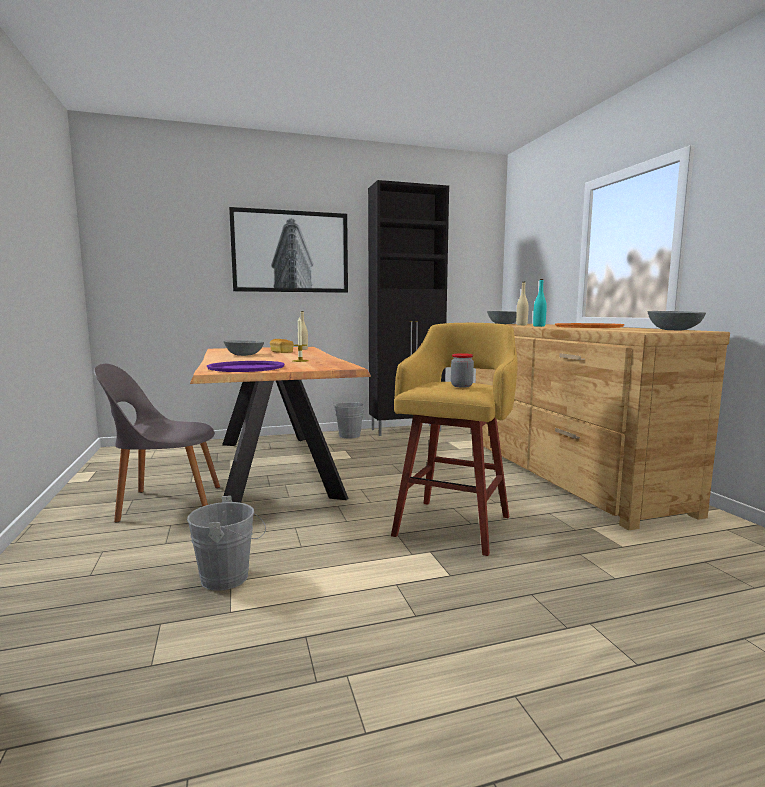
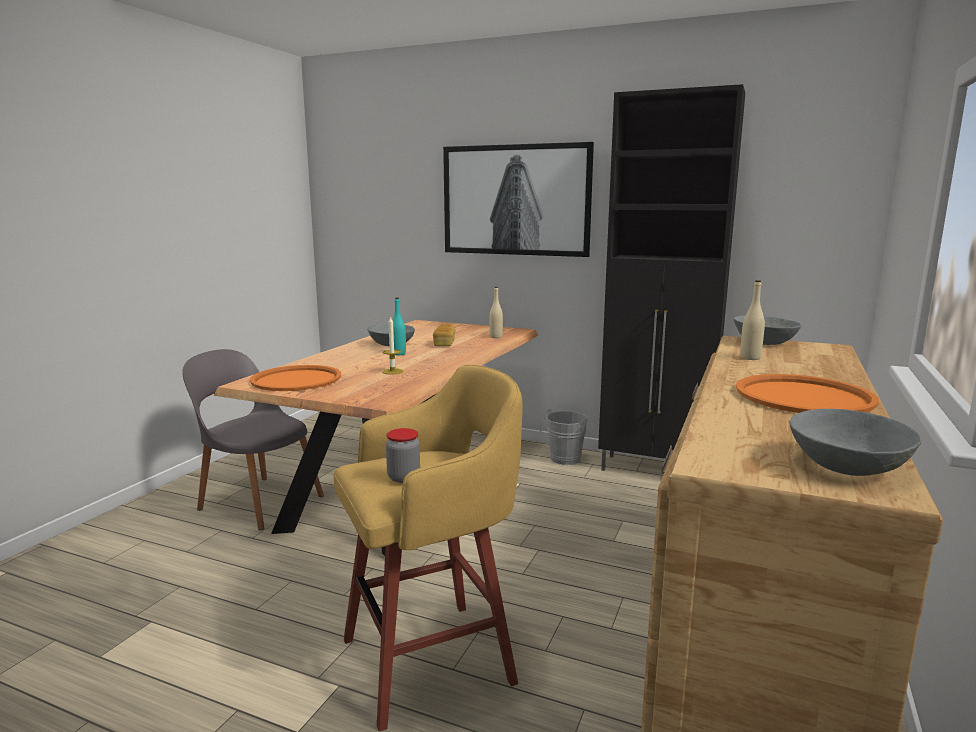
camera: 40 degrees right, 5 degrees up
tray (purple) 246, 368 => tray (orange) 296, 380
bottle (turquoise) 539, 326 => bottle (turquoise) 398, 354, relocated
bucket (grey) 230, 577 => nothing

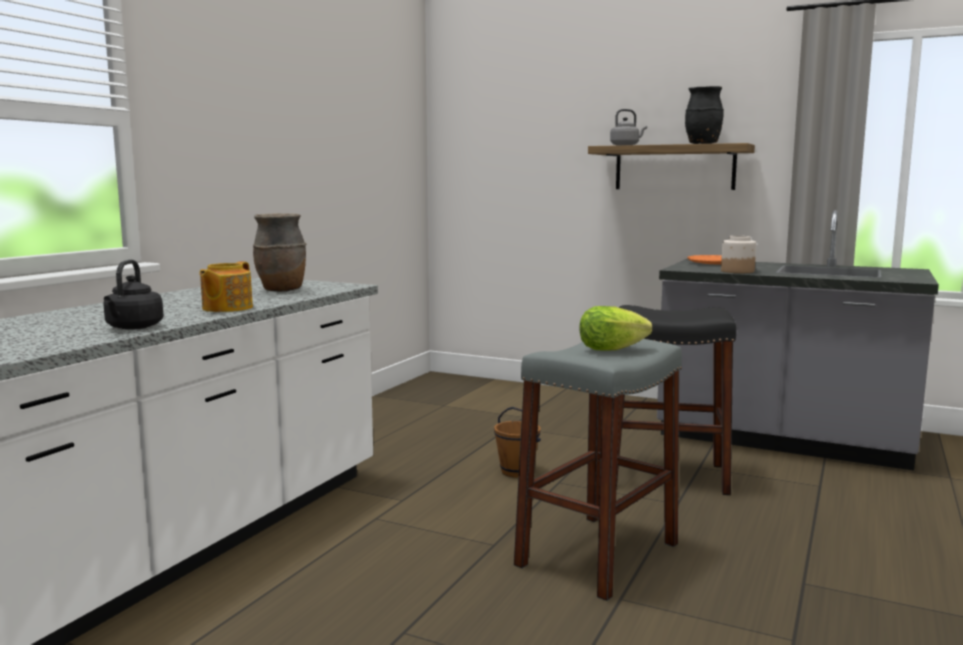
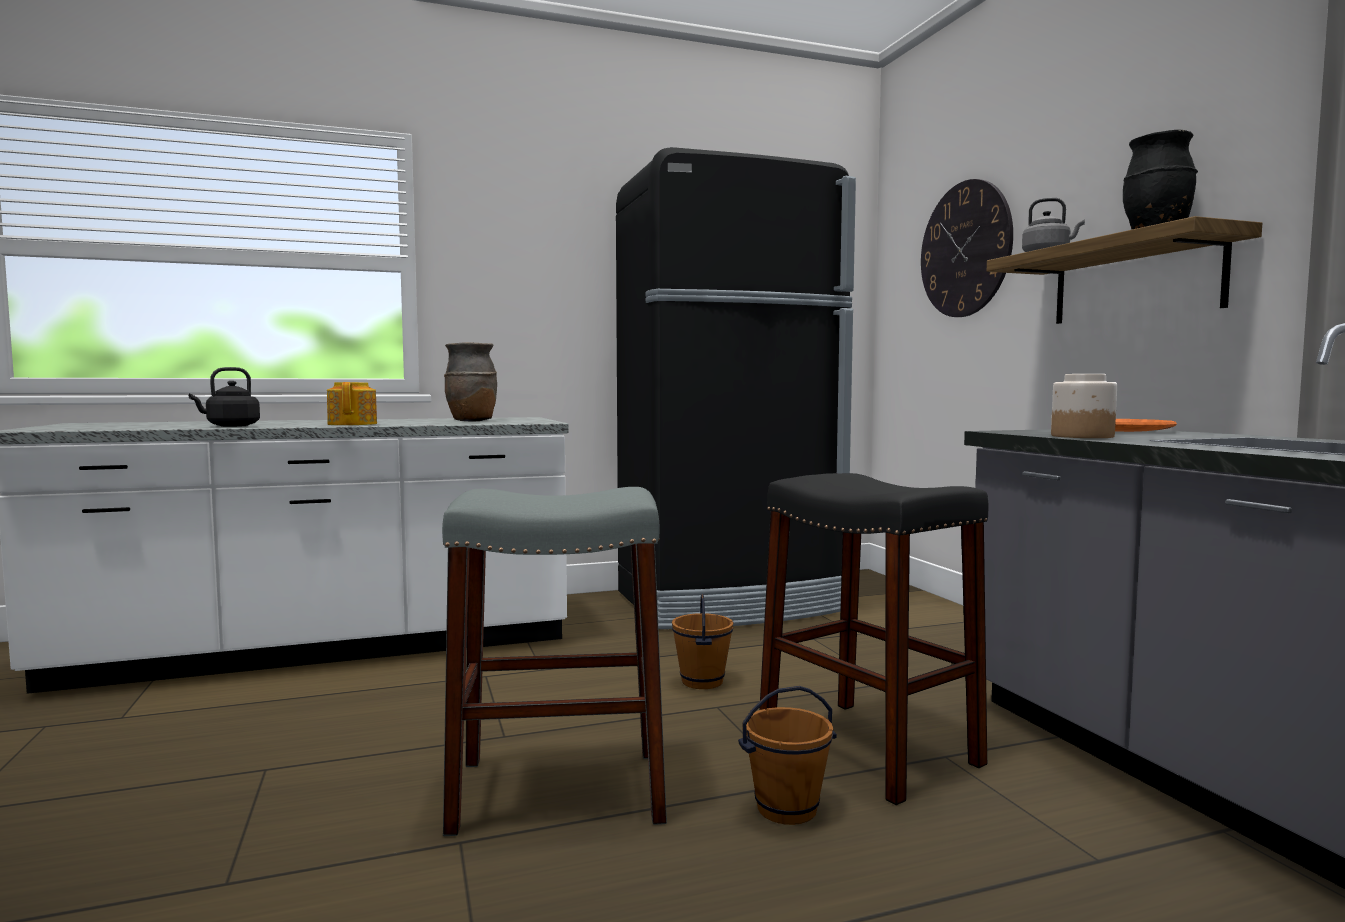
camera: 45 degrees right, 5 degrees down
teapot 226, 308 => teapot 353, 424, 105 degrees clockwise
nothing => fridge (black) 730, 603
nothing => bucket (brown) 787, 810
nothing => wall clock 965, 249
lettuce 610, 349 => nothing

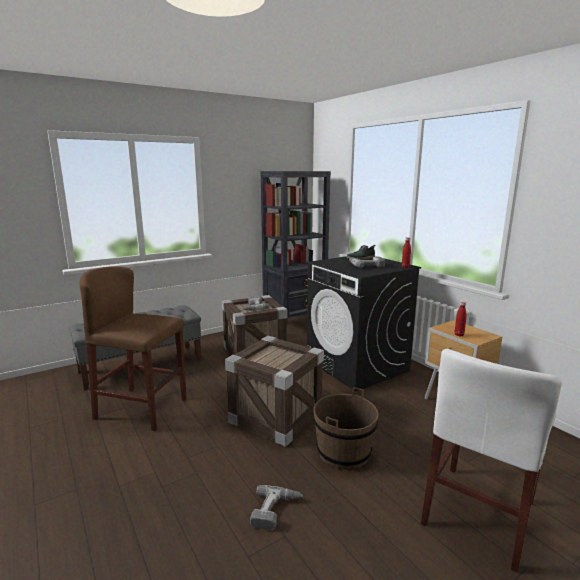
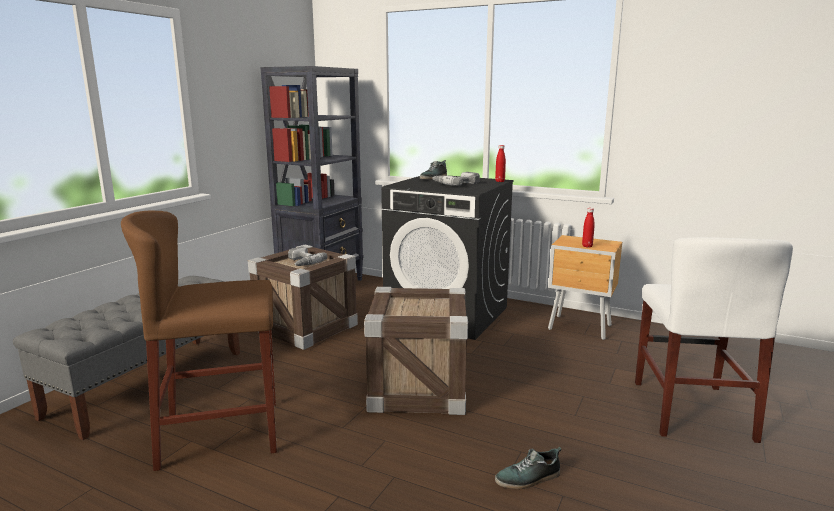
camera: 30 degrees left, 0 degrees up
power drill 276, 511 => shoe 528, 478
bucket (brown) 344, 452 => nothing

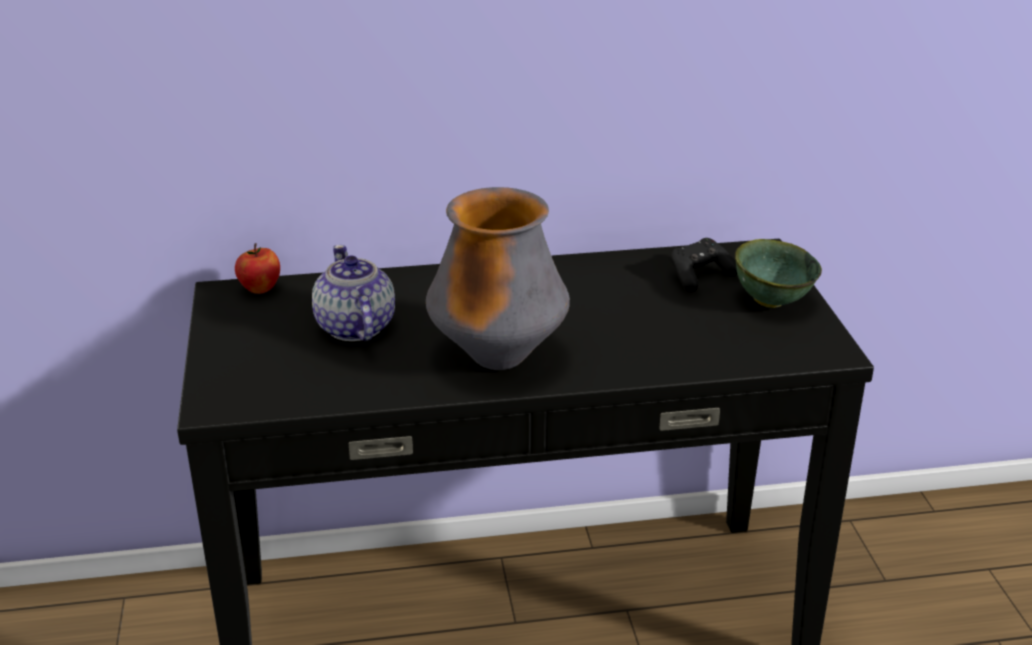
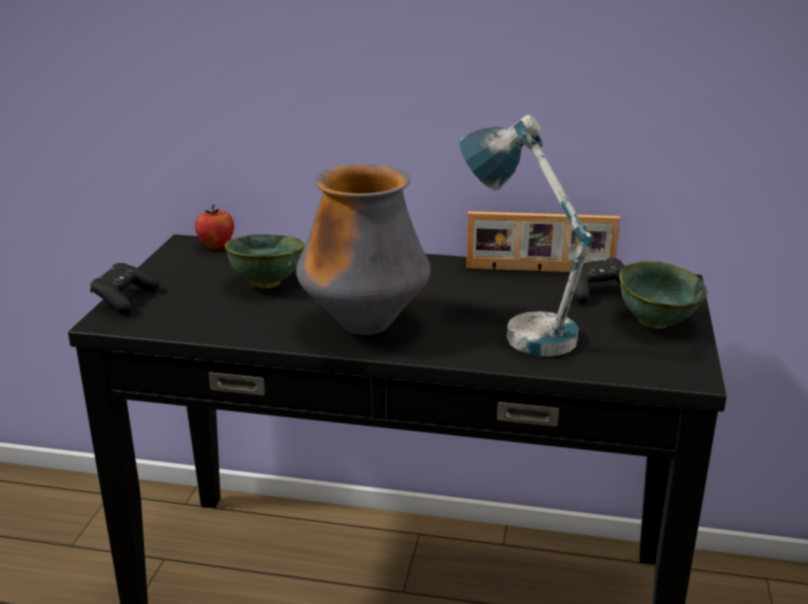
camera: 20 degrees right, 5 degrees down
nothing => game controller (black) 124, 300
teapot 354, 328 => bowl (green) 265, 284
nothing => table lamp 519, 327
nothing => picture frame 539, 270

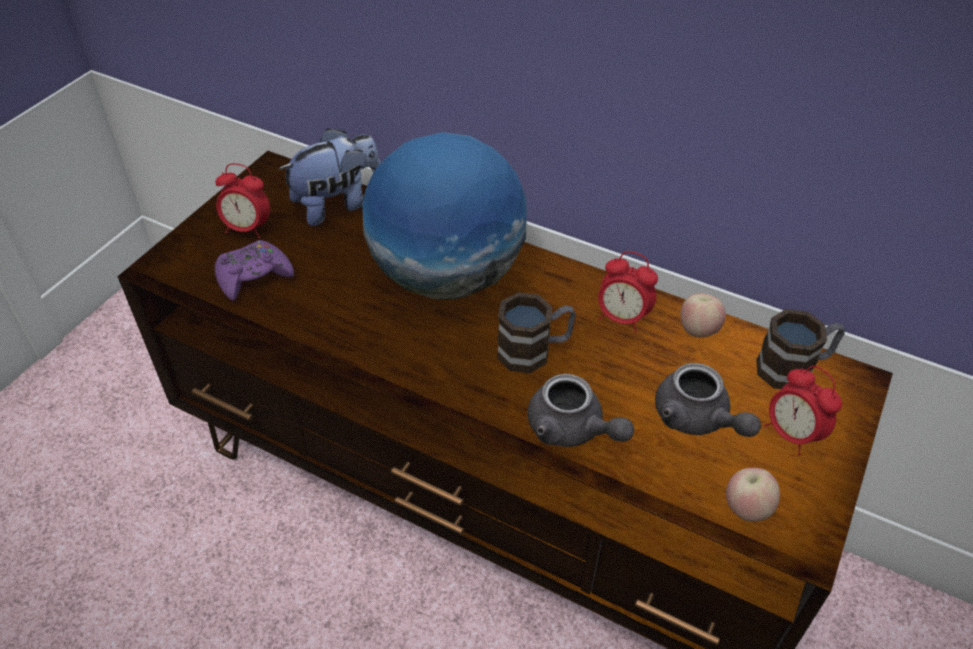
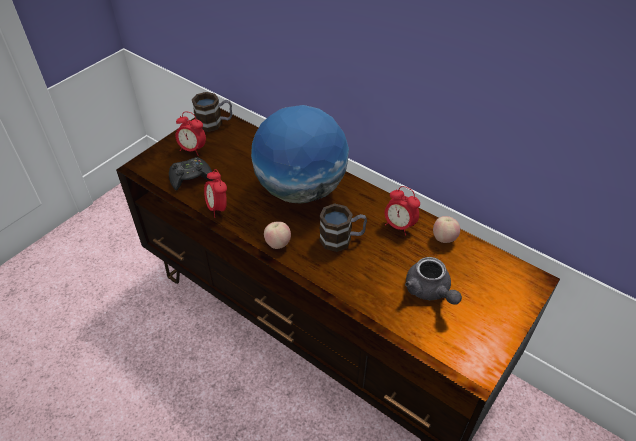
camera: 10 degrees right, 0 degrees up
game controller (purple) 253, 276 => game controller (black) 190, 177
mug 793, 368 => mug 215, 123, relocated
alarm clock 791, 434 => alarm clock 218, 208, relocated
apple 746, 509 => apple 278, 244, relocated
plush toy 337, 204 => nothing
teapot (grey) 572, 430 => nothing

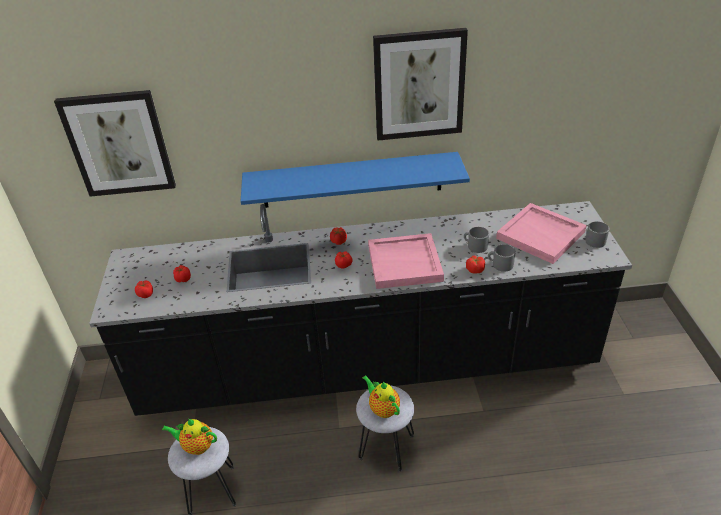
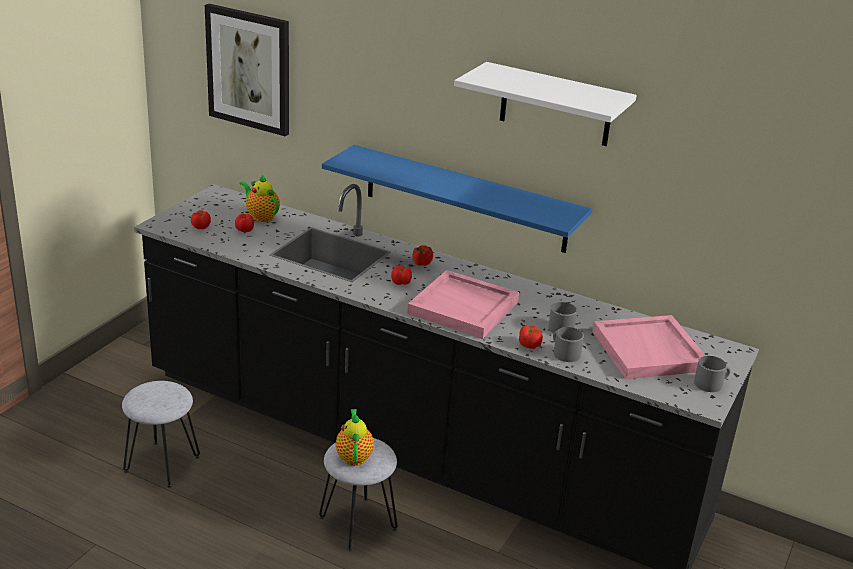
camera: 30 degrees right, 10 degrees down
teapot 196, 446 => teapot 261, 216, relocated
picture 419, 85 => shelf (white) 555, 105

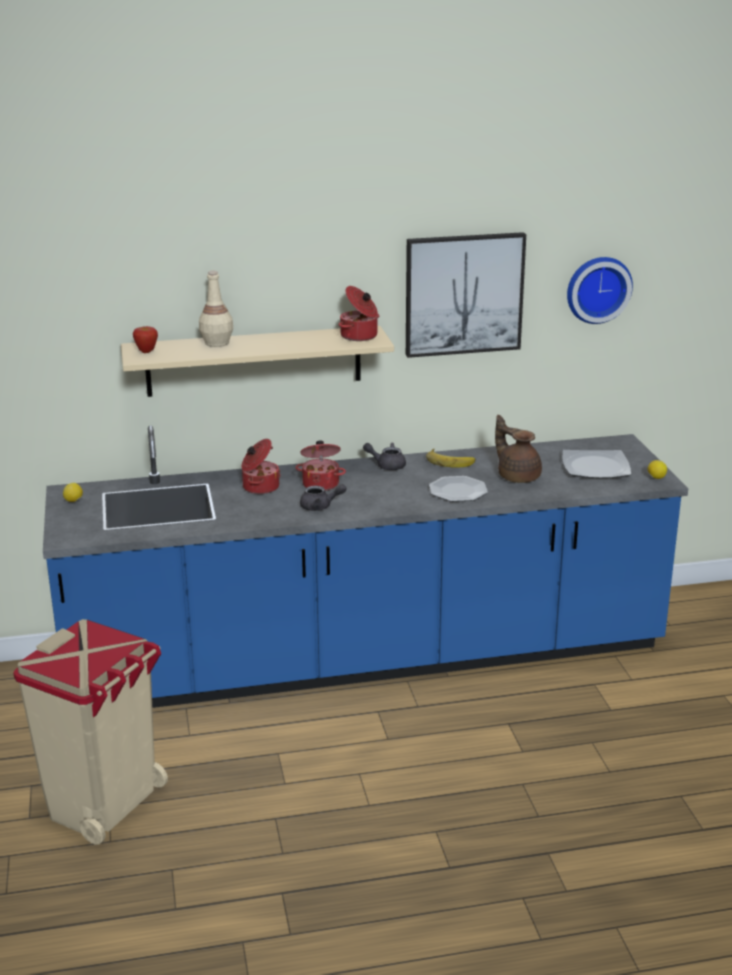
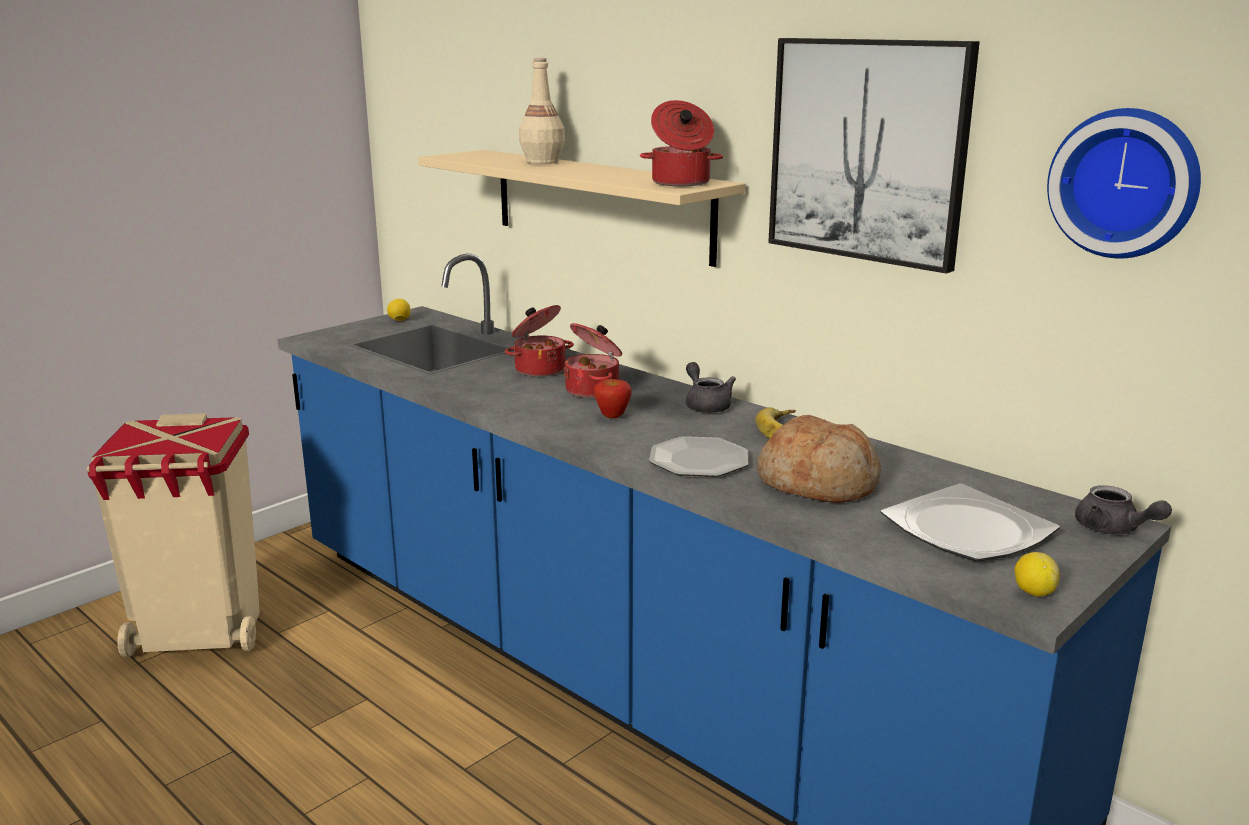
camera: 55 degrees right, 5 degrees down
apple 146, 352 => apple 612, 417, relocated
teapot (brown) 517, 476 => bread 818, 483
teapot (grey) 320, 506 => teapot (grey) 1113, 530, relocated

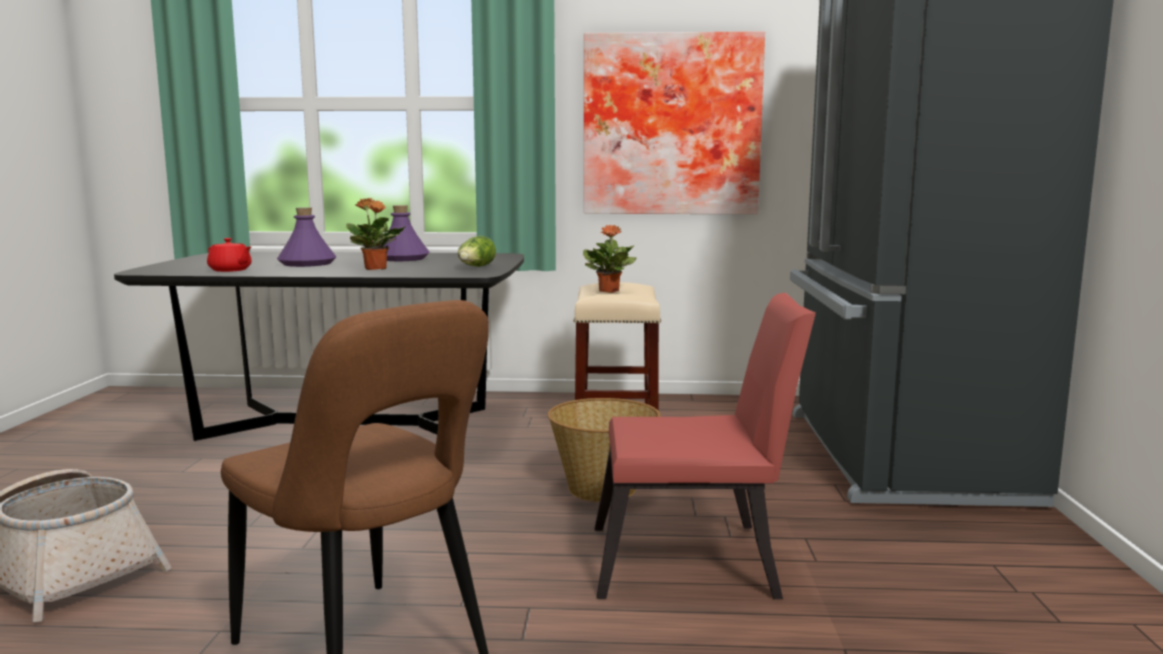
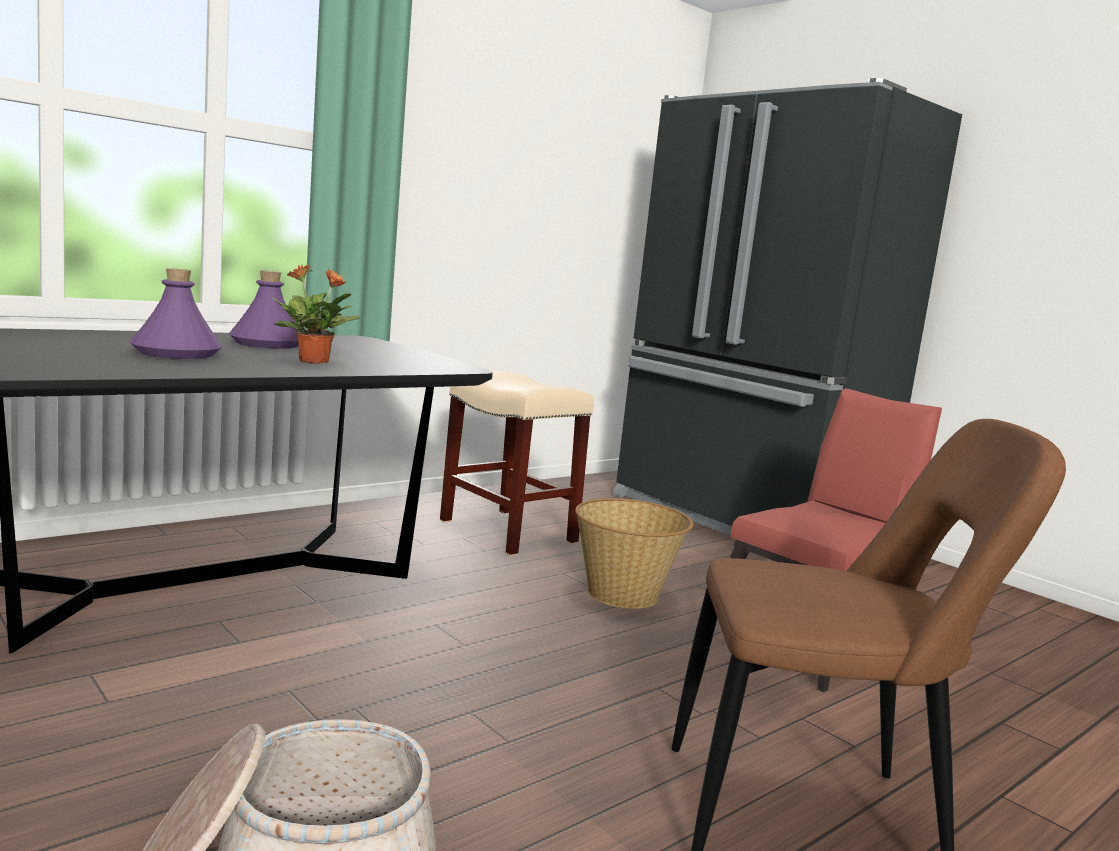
camera: 45 degrees left, 0 degrees up
teapot (red) 230, 270 => nothing
lettuce 475, 267 => nothing
potted plant 609, 291 => nothing
picture 671, 125 => nothing

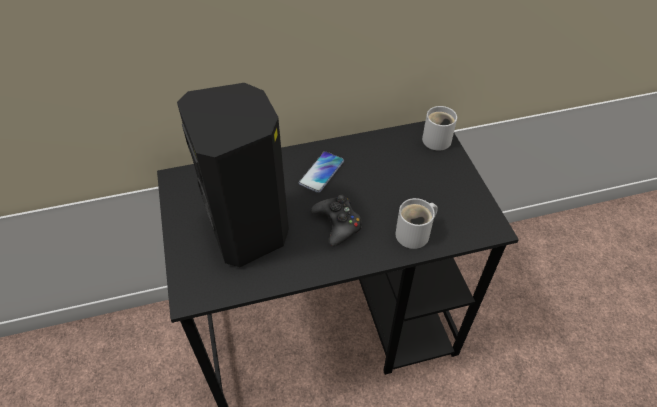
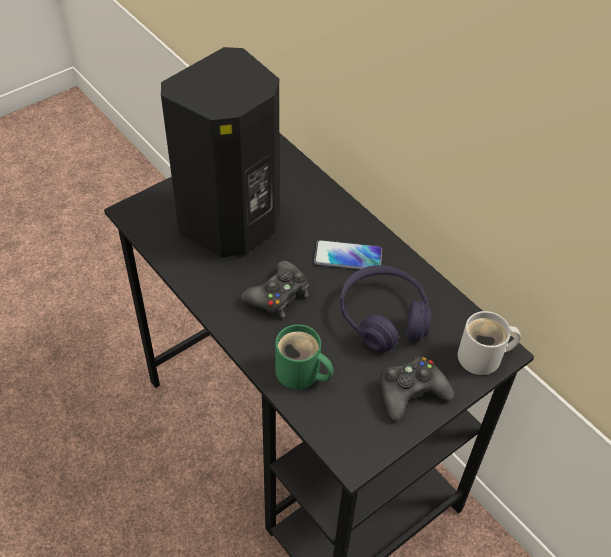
camera: 65 degrees right, 0 degrees up
mug (white) 415, 234 => mug (green) 300, 374
nothing => headphones (purple) 383, 317
nothing => game controller (black) 411, 392

